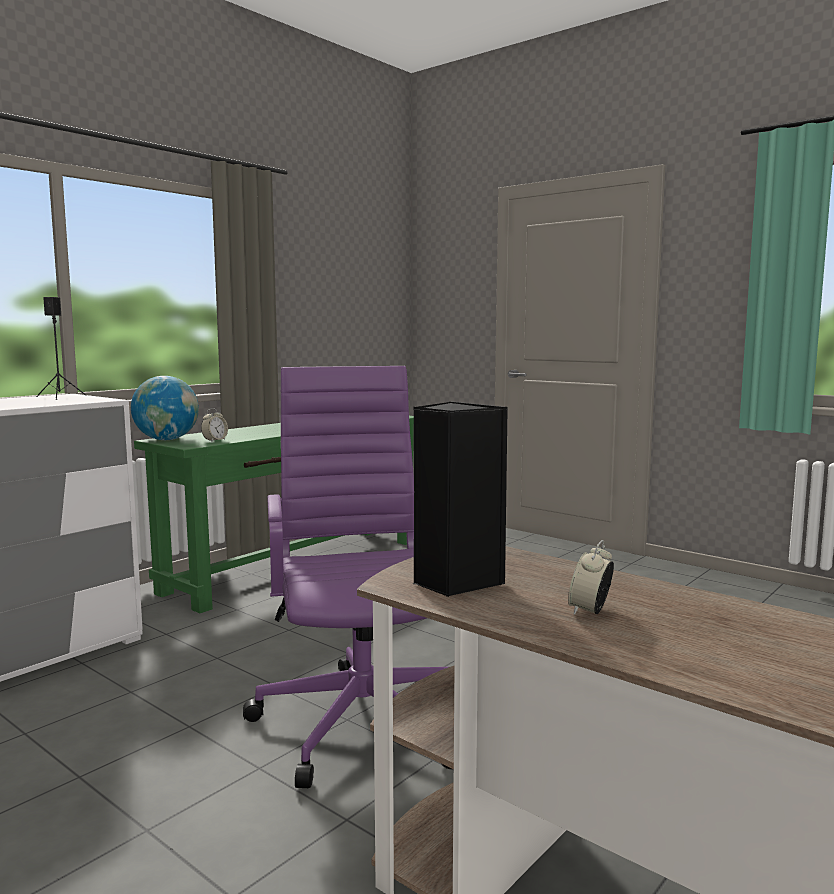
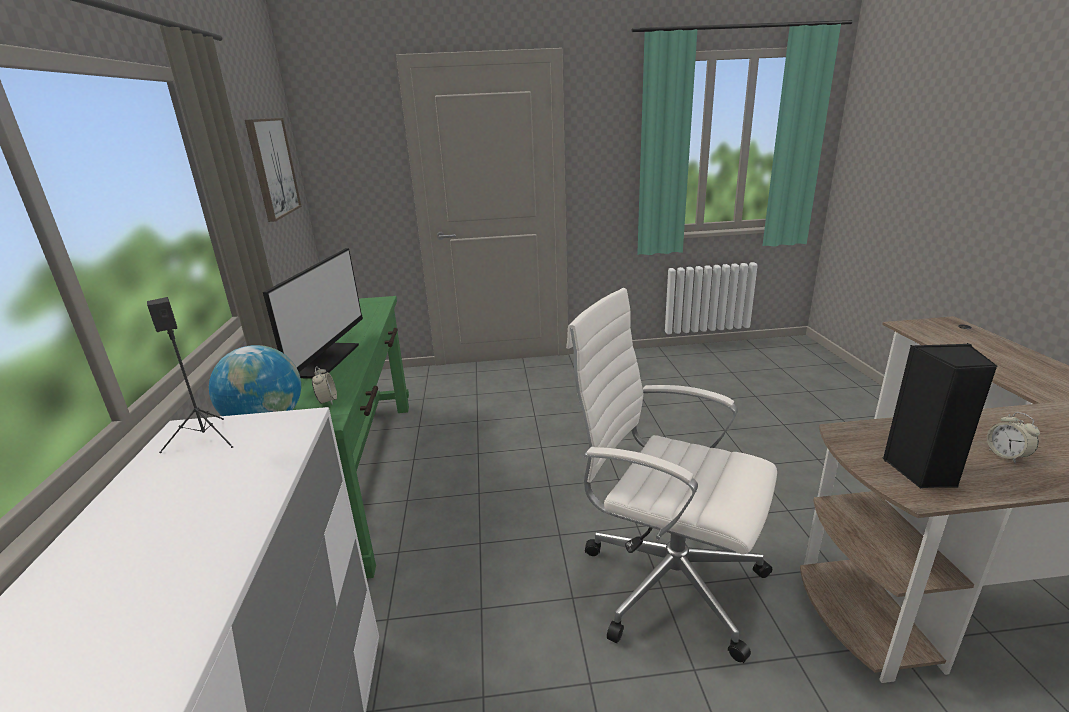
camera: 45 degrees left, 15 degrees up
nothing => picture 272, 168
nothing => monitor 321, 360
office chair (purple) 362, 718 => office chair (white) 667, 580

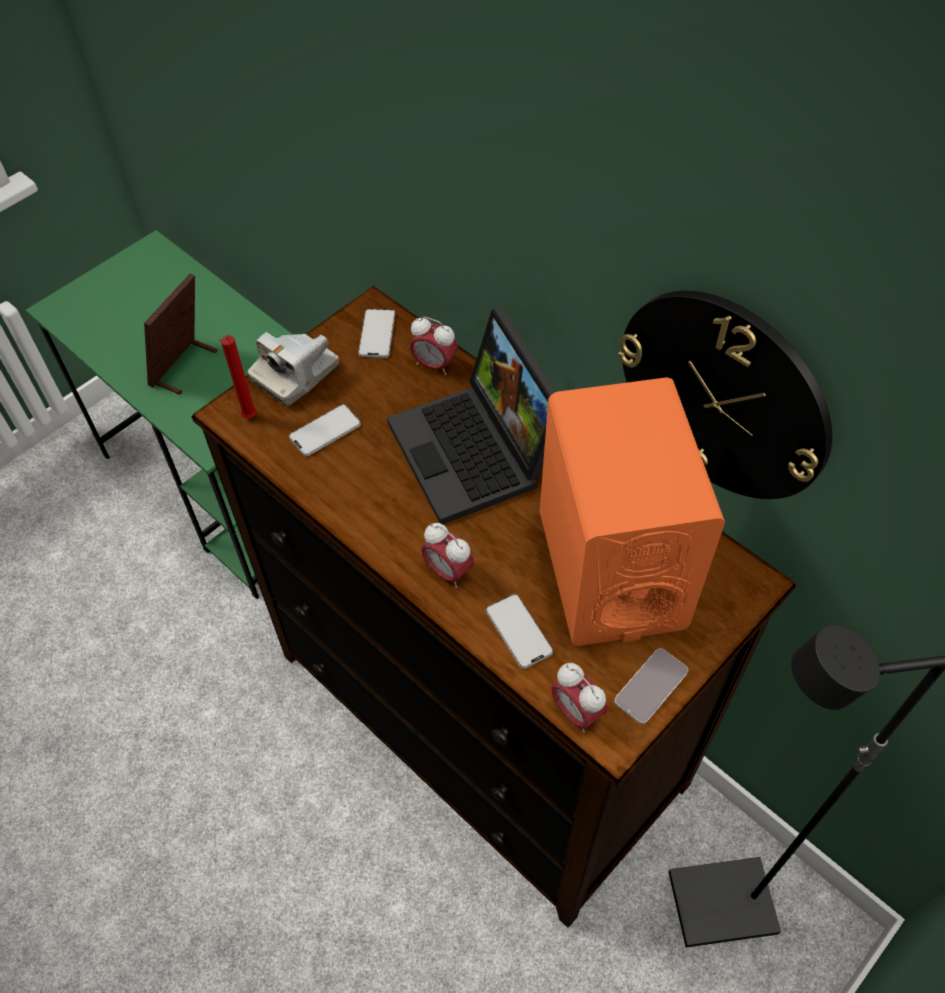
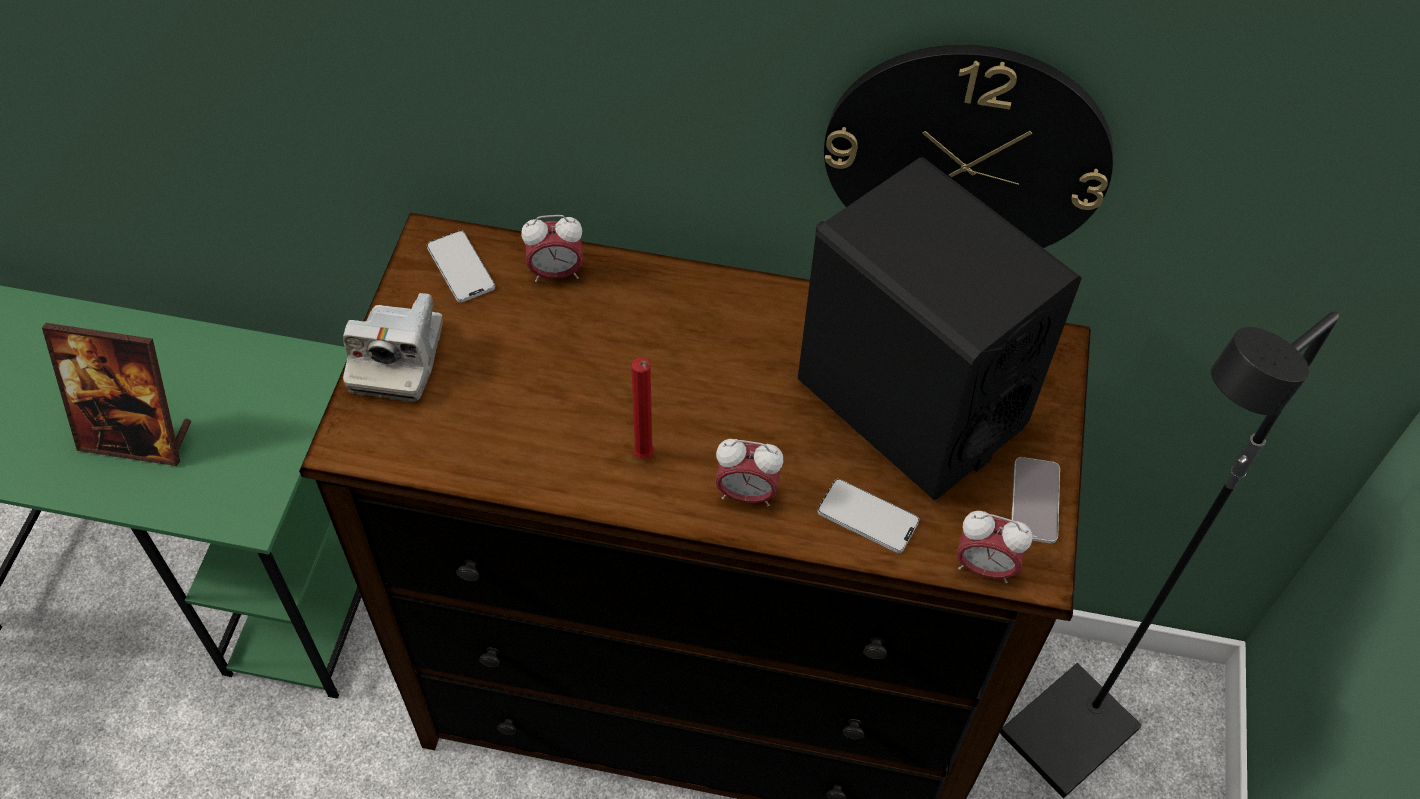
camera: 35 degrees left, 0 degrees up
picture frame 184, 367 => picture frame 137, 437, 75 degrees counterclockwise
candle (red) 248, 418 => candle (red) 644, 458, relocated
speaker (orange) 610, 569 => speaker (black) 910, 403
phone 325, 431 => nothing
laptop 477, 452 => nothing

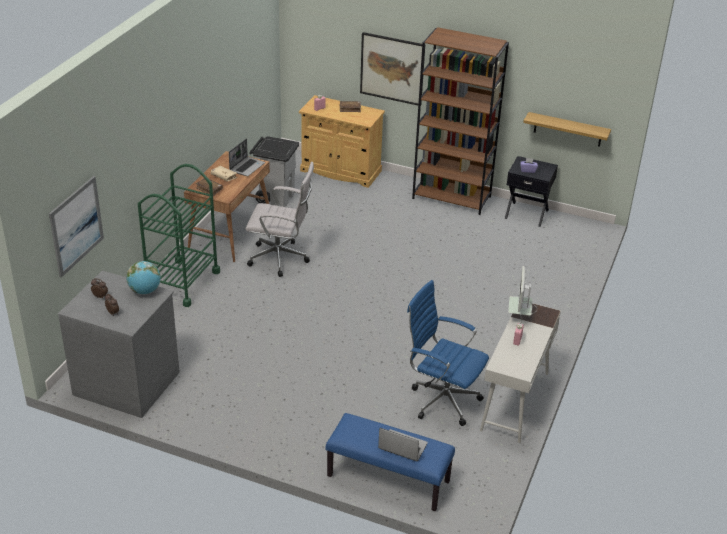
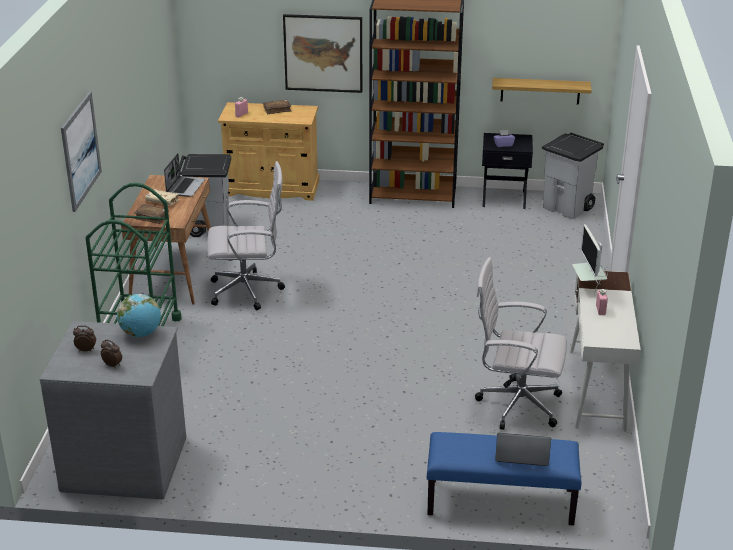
camera: 15 degrees left, 5 degrees down
picture 76, 226 => picture 81, 151, relocated
office chair (blue) 441, 400 => office chair (white) 515, 405
nothing => trash can (grey) 568, 208

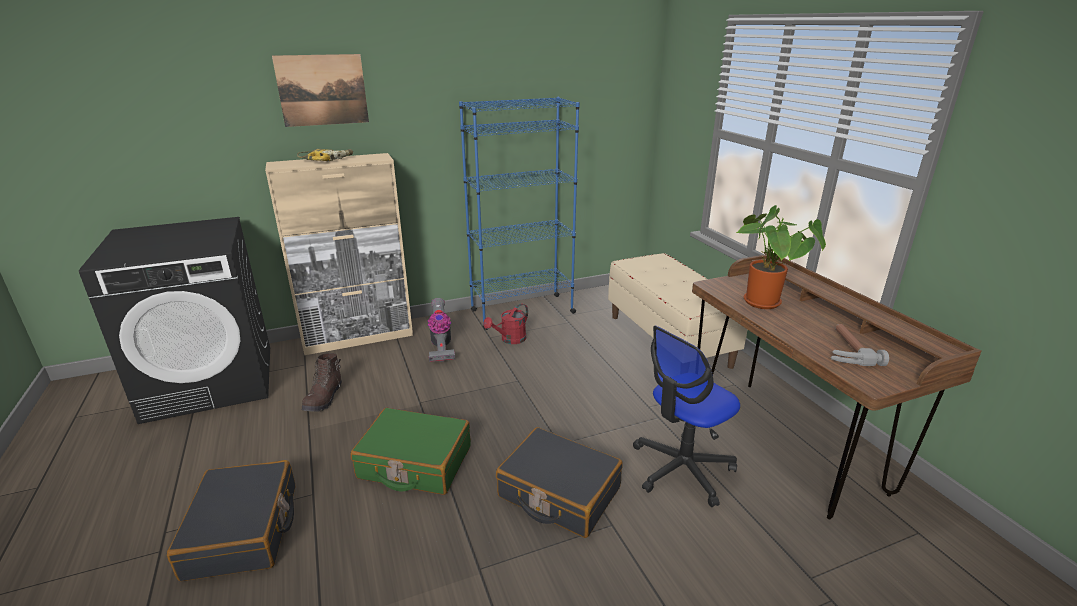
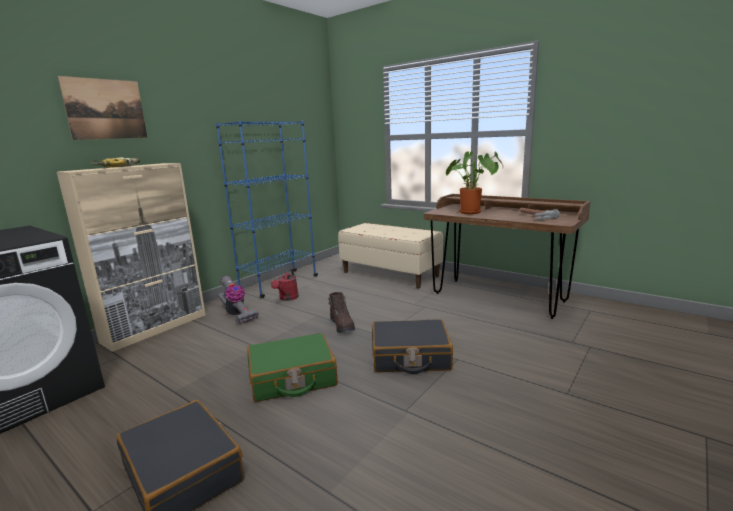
camera: 30 degrees left, 10 degrees down
boot (brown) 324, 398 => boot (brown) 342, 326, relocated
office chair 682, 469 => nothing

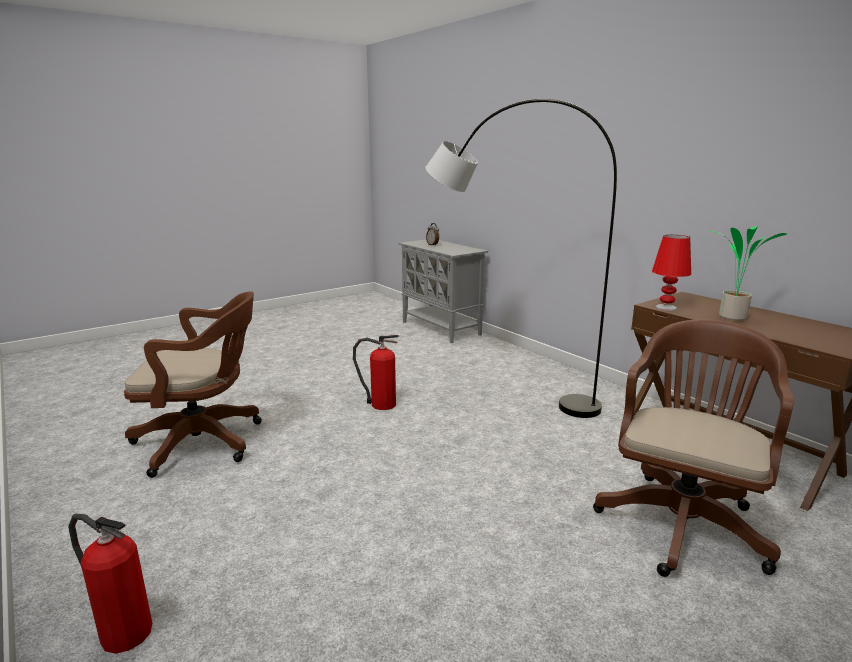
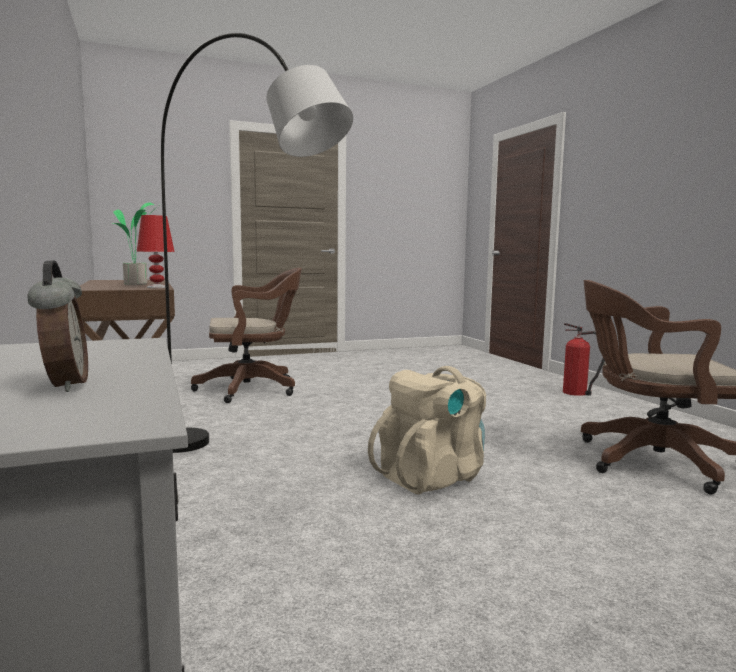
camera: 165 degrees left, 10 degrees down
office chair (brown) 682, 521 => office chair (brown) 253, 389, 150 degrees counterclockwise
fire extinguisher 381, 404 => backpack (beige) 432, 477

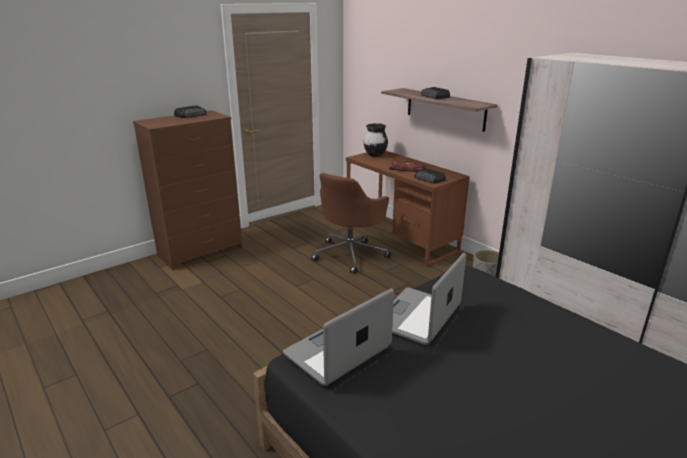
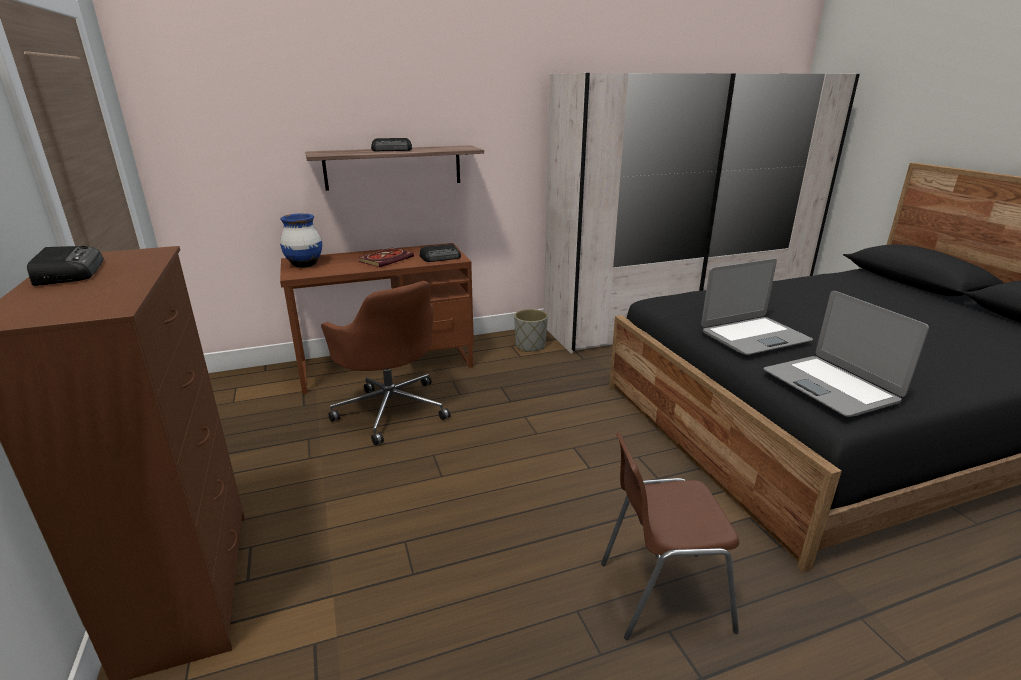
camera: 70 degrees left, 0 degrees up
vase (black) 375, 155 => vase (blue) 304, 265
nothing => chair (brown) 660, 594
laptop 418, 316 => laptop 754, 336, 75 degrees counterclockwise

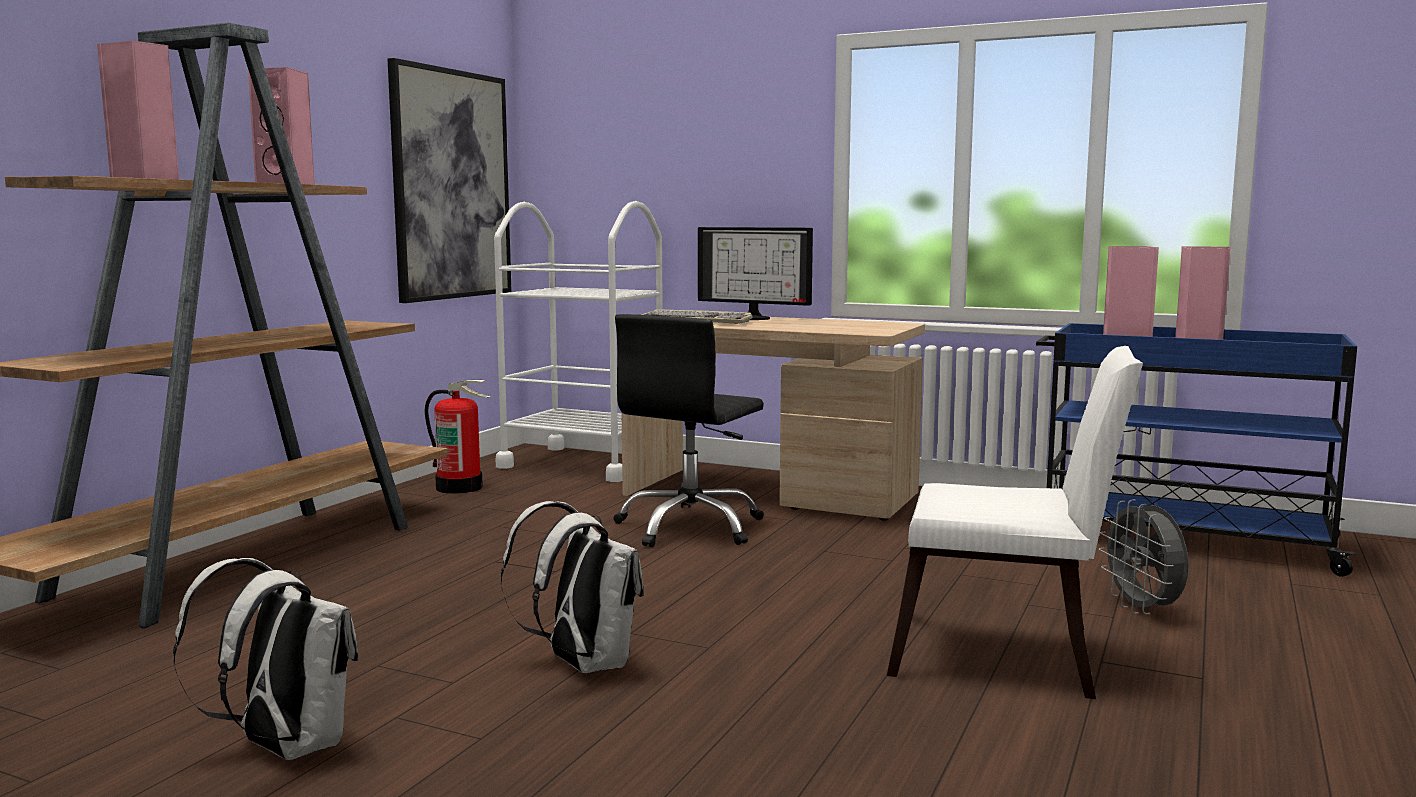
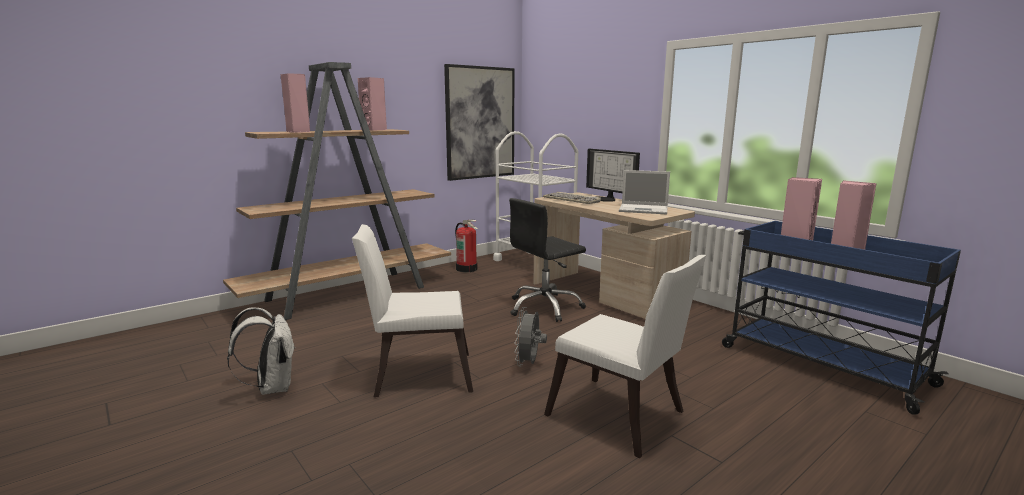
camera: 25 degrees right, 5 degrees up
backpack (white) 582, 664 => chair (white) 416, 374
fan (grey) 1143, 609 => fan (grey) 529, 363, relocated
nothing => laptop 644, 209

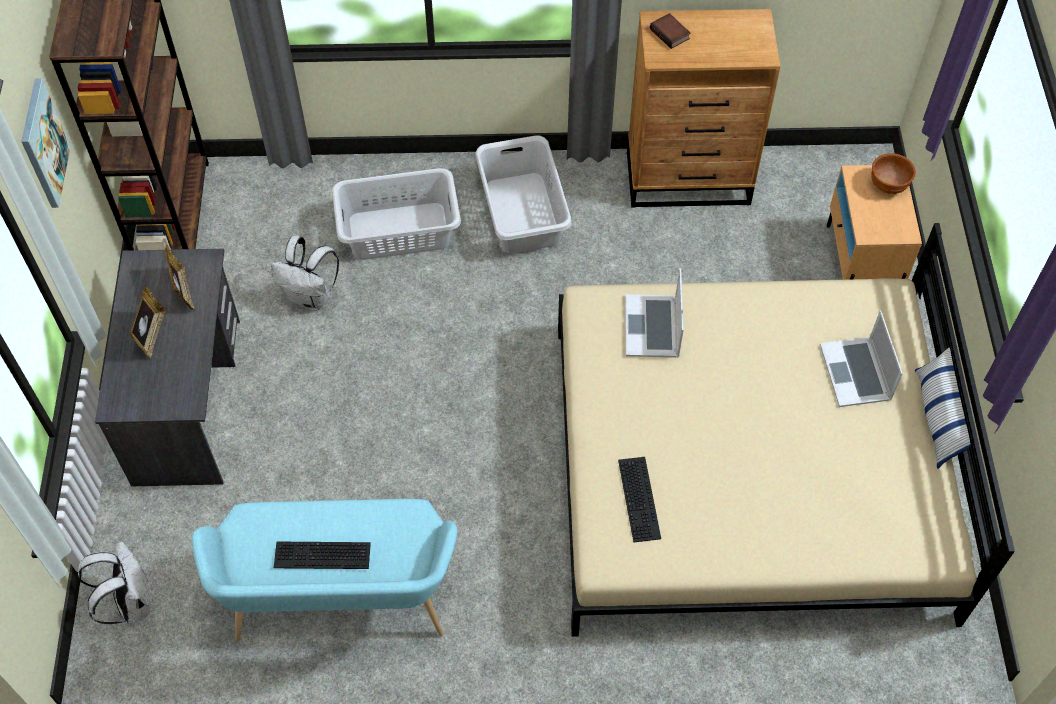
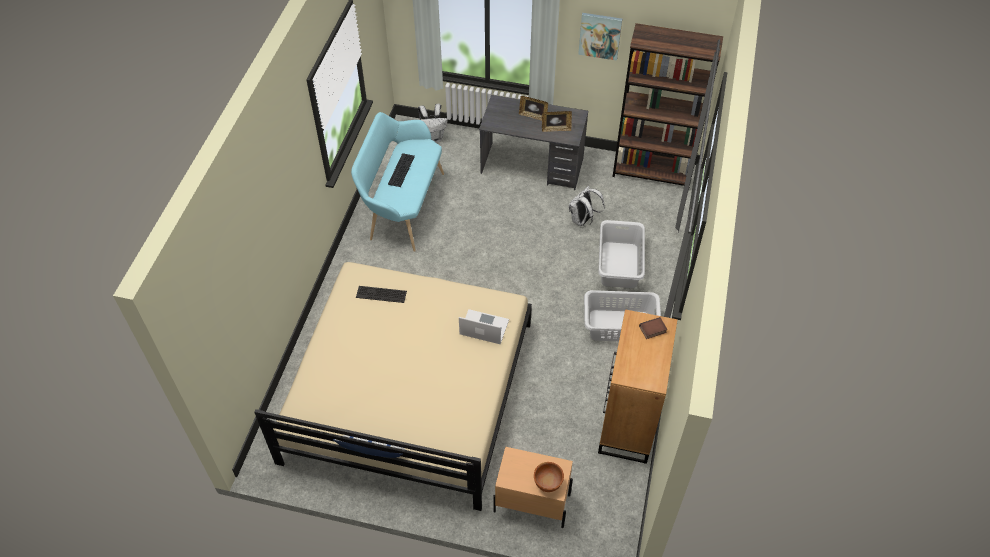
camera: 105 degrees right, 5 degrees down
laptop 856, 372 => nothing

